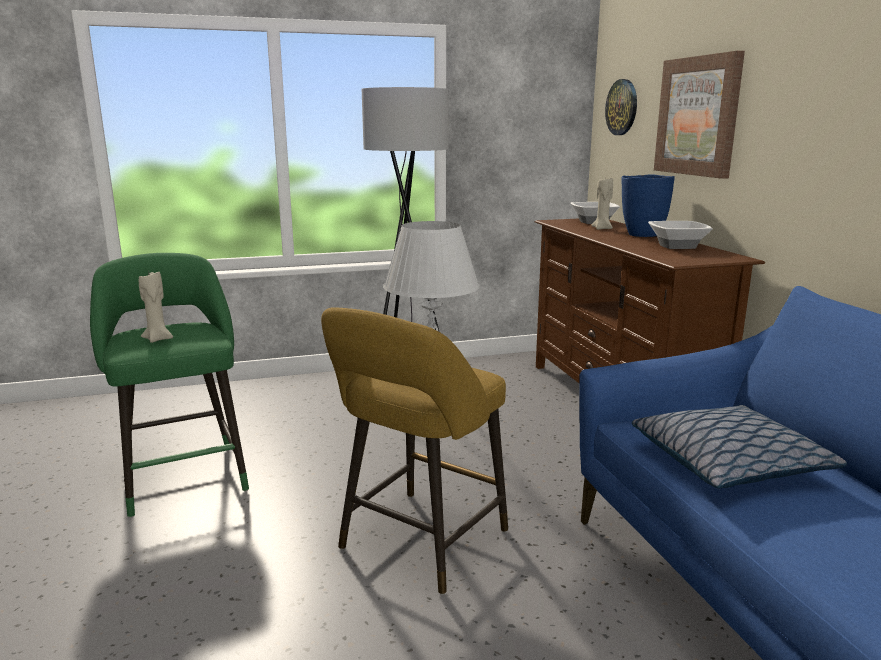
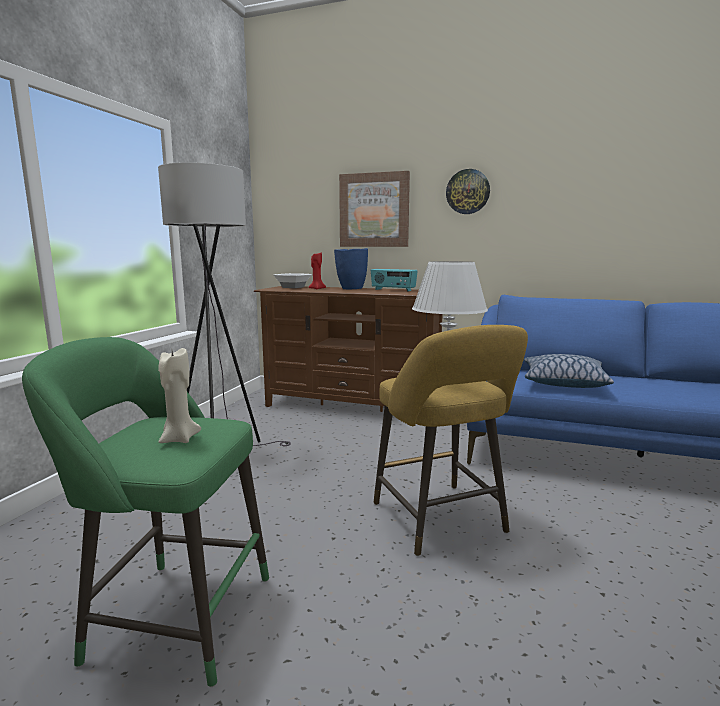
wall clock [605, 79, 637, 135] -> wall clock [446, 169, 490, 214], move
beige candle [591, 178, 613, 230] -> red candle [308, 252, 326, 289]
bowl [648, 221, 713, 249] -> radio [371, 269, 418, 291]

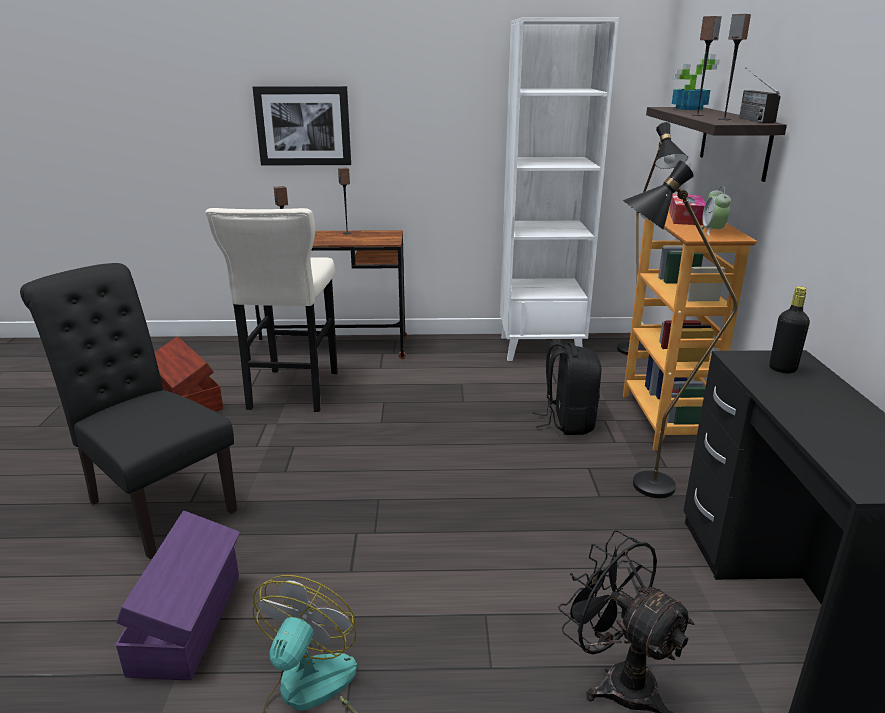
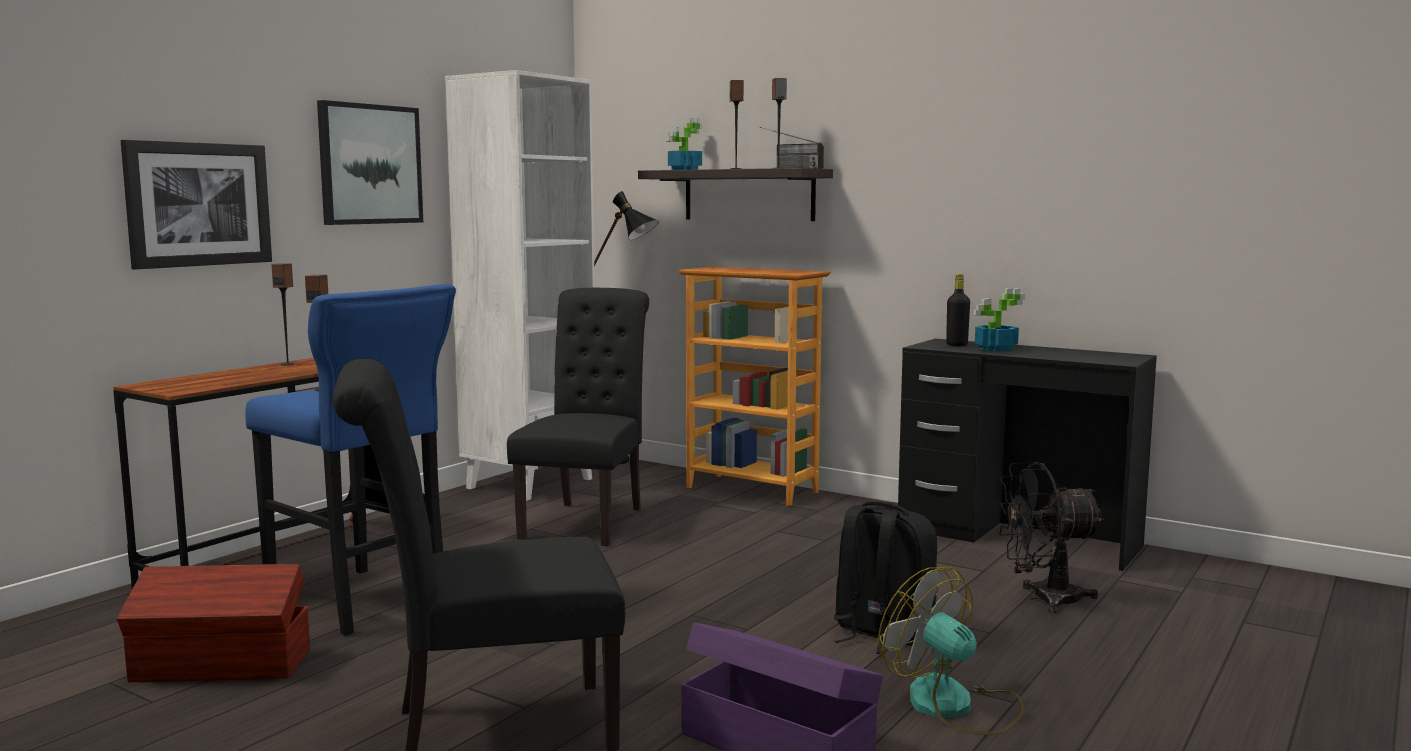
black floor lamp [622, 160, 737, 498] -> none
alarm clock [702, 186, 731, 236] -> none
tissue box [669, 194, 706, 225] -> none
beige stool [205, 208, 338, 412] -> blue stool [245, 284, 456, 636]
black backpack [533, 341, 601, 435] -> black backpack [834, 501, 938, 654], move
none -> picture [317, 100, 423, 225]
none -> black chair [507, 288, 649, 546]
none -> potted plant [973, 288, 1025, 351]

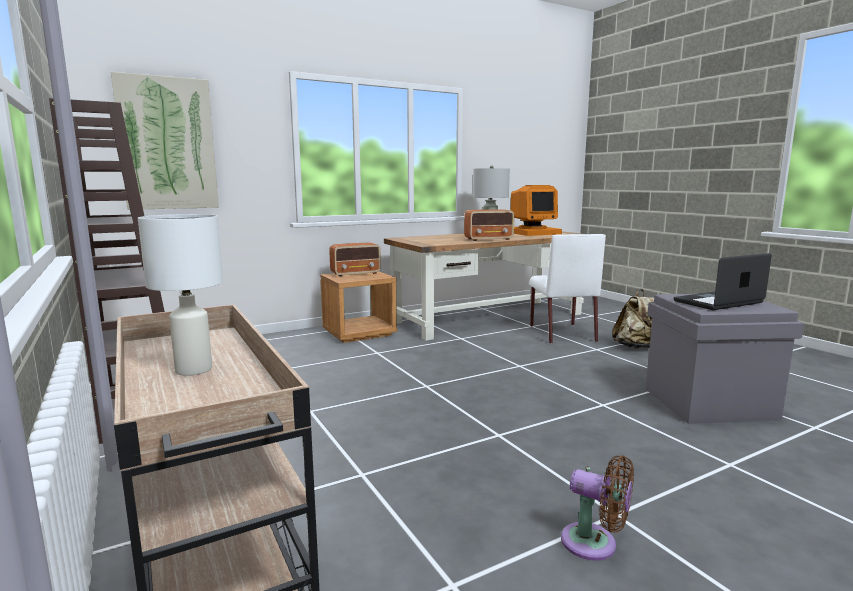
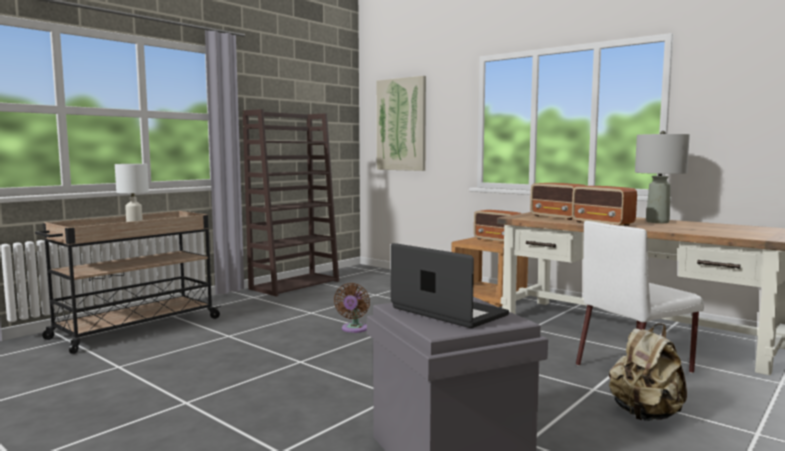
monitor [511, 185, 562, 236] -> none
brown fan [561, 455, 634, 561] -> brown fan [334, 283, 370, 333], move
none -> radio [530, 183, 586, 220]

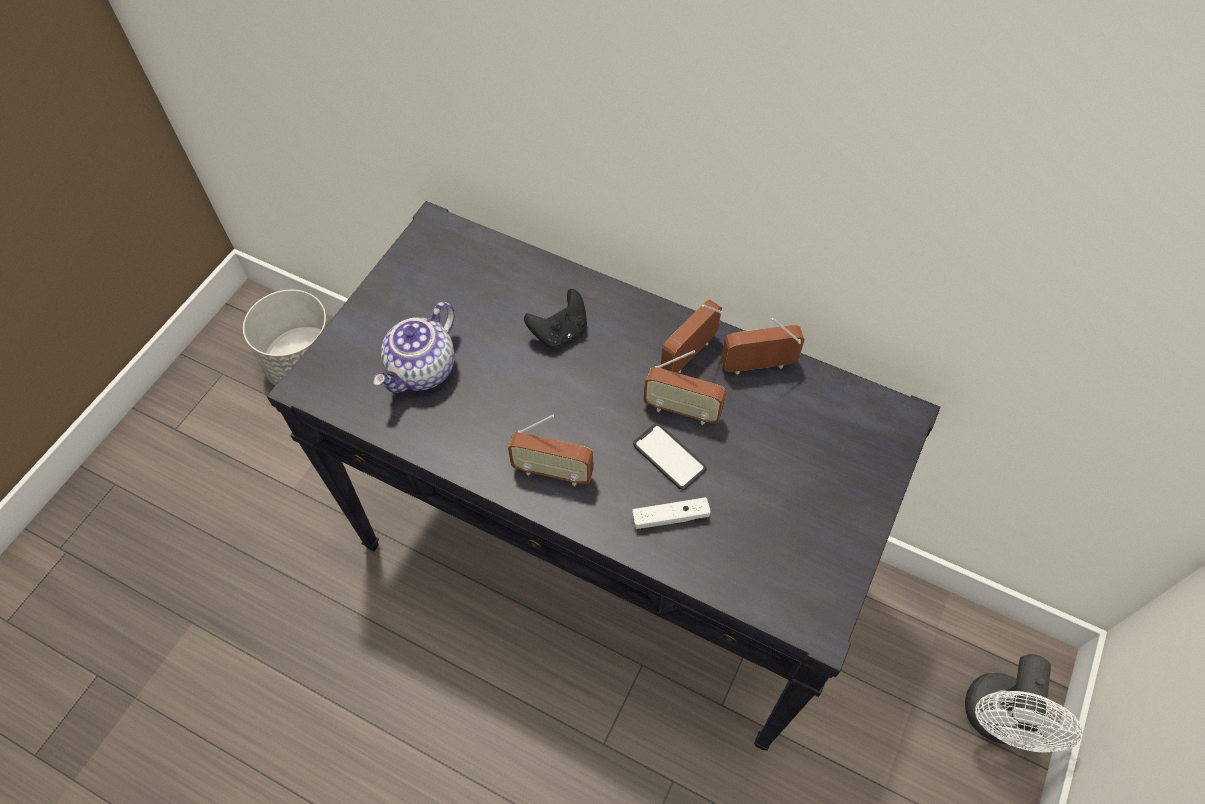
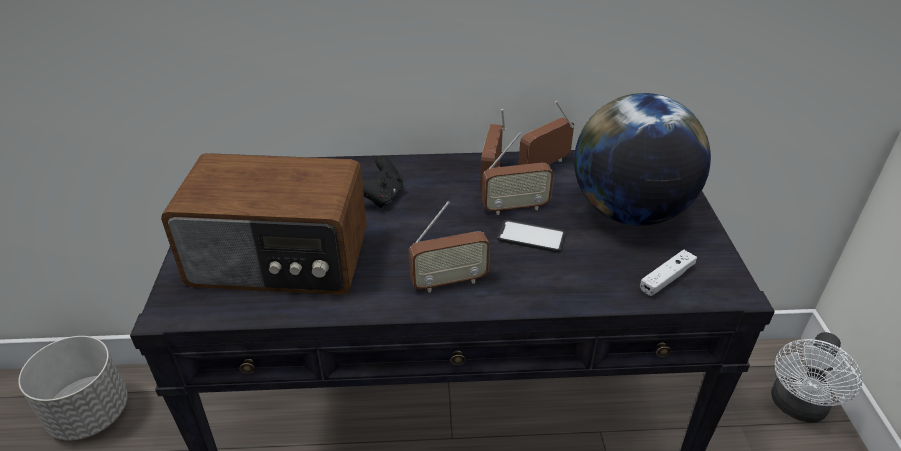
teapot [373, 302, 455, 393] -> radio [161, 153, 367, 295]
white game controller [632, 497, 711, 529] -> white game controller [640, 250, 697, 296], move
white fan [965, 654, 1082, 752] -> white fan [771, 332, 862, 423], 45 degrees clockwise
none -> globe [574, 93, 711, 226]

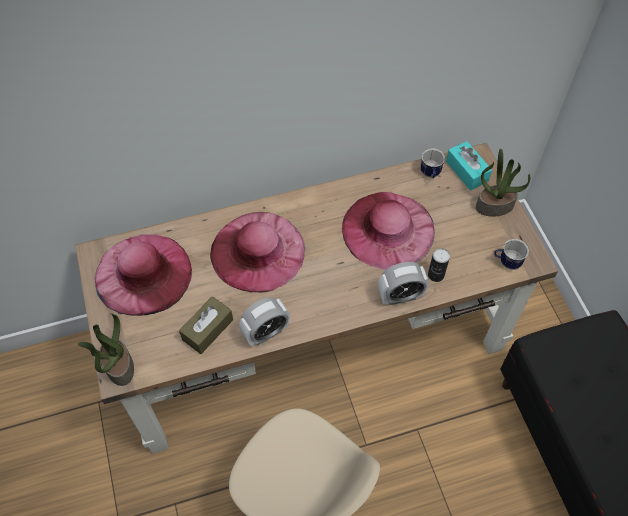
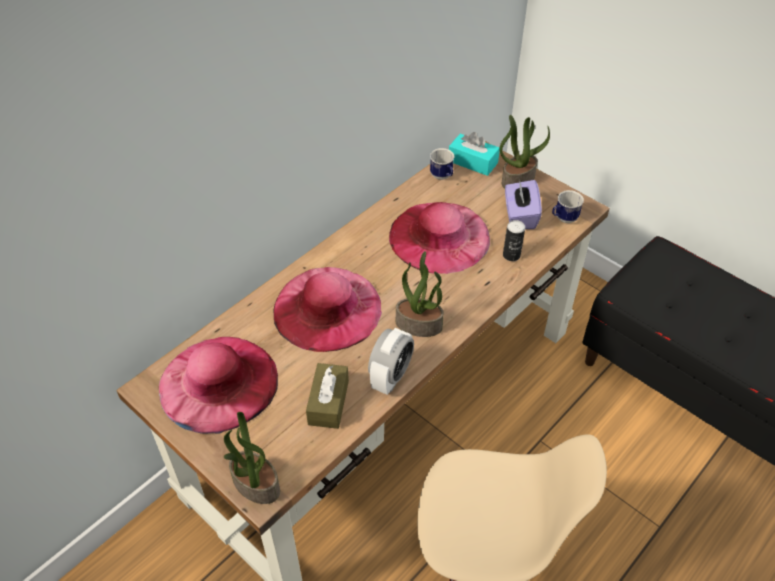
alarm clock [378, 262, 429, 305] -> none
none -> purple tissue box [505, 179, 542, 229]
none -> potted plant [396, 251, 444, 337]

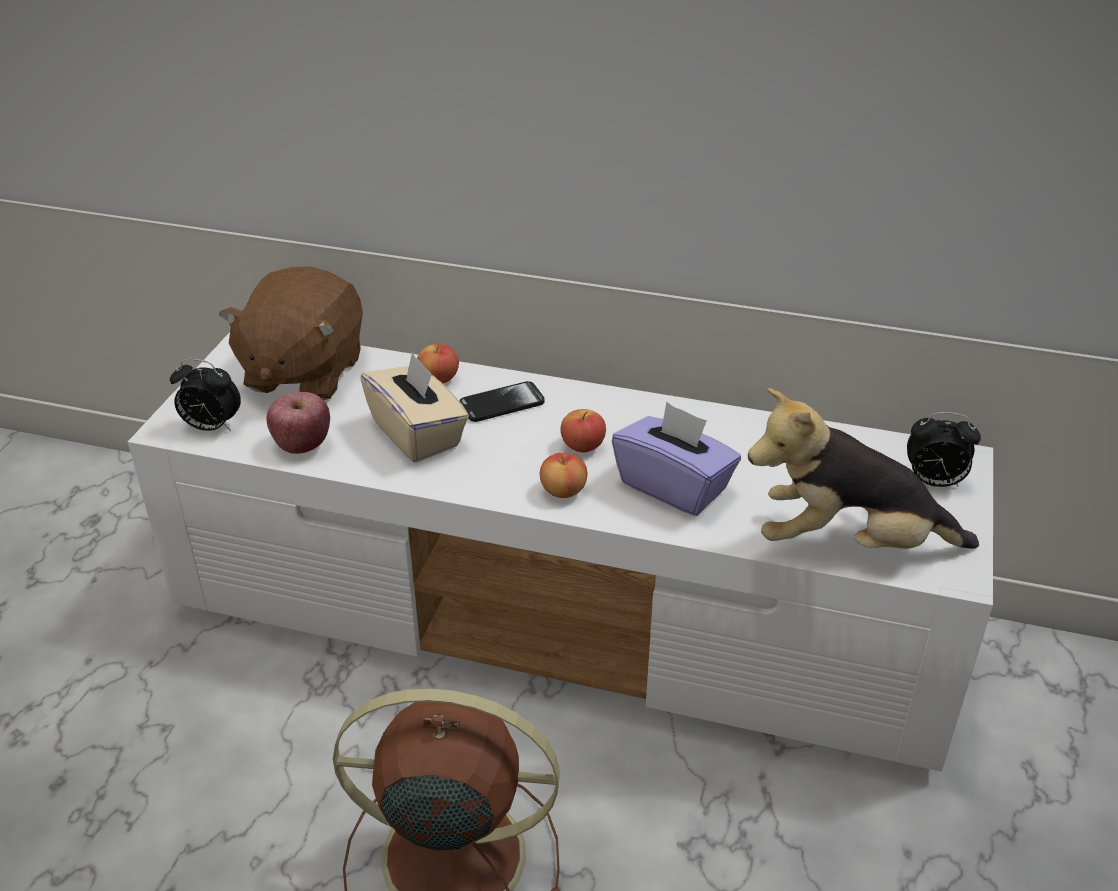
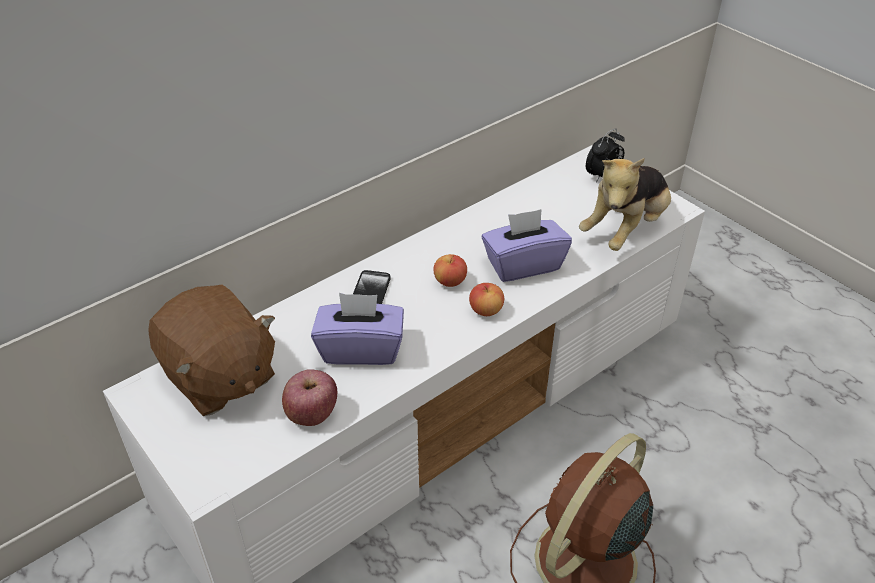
apple [417, 343, 459, 383] -> none
beige tissue box [360, 351, 469, 462] -> purple tissue box [311, 293, 404, 365]
alarm clock [170, 359, 241, 431] -> none

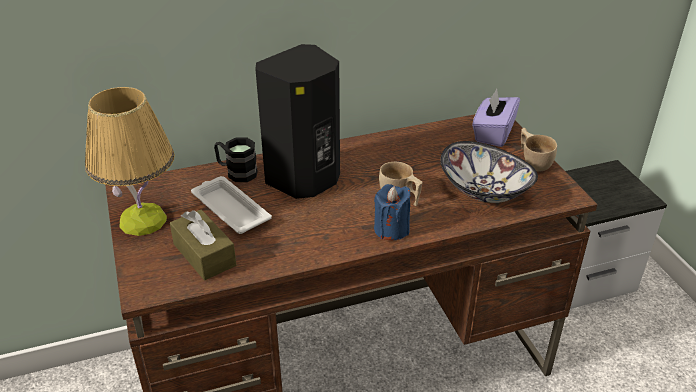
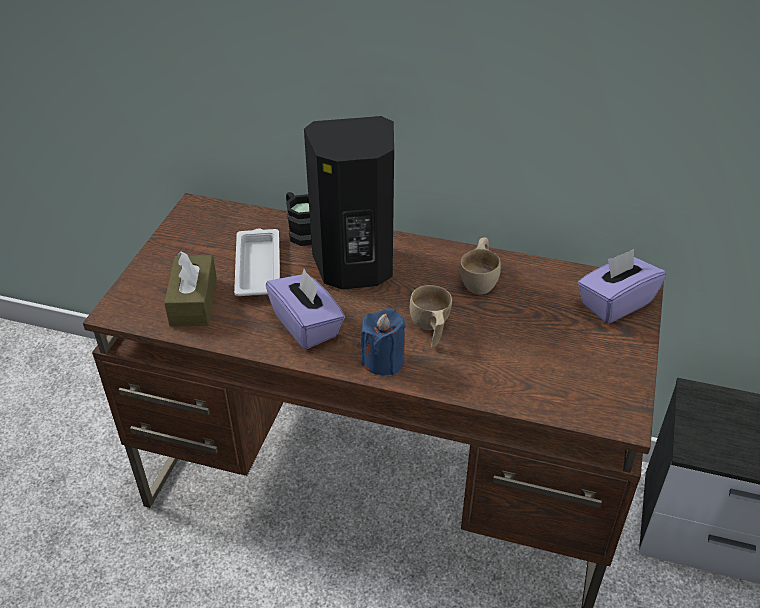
table lamp [85, 87, 174, 236] -> none
beige cup [521, 128, 557, 171] -> beige cup [460, 237, 501, 294], move
bowl [441, 141, 538, 203] -> none
none -> purple tissue box [266, 269, 345, 349]

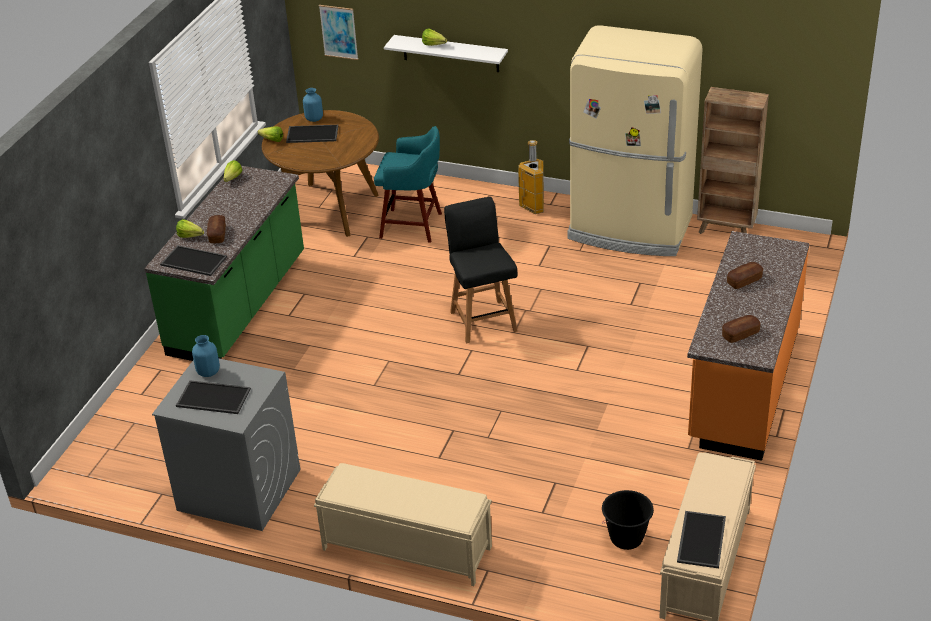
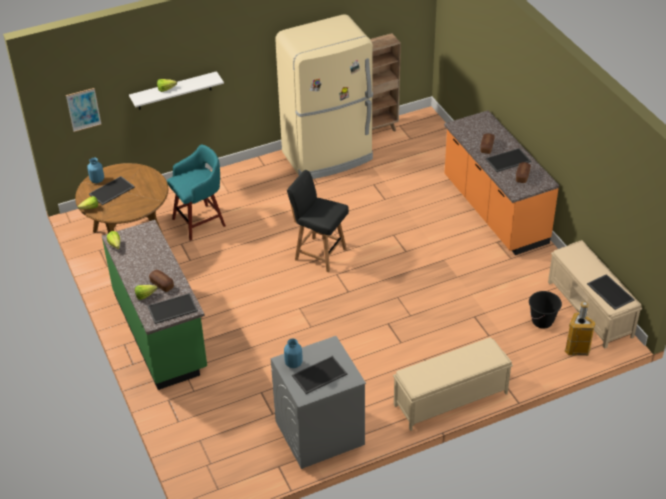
trash can [518, 140, 544, 214] -> trash can [565, 301, 596, 356], move
none -> tray [485, 148, 531, 172]

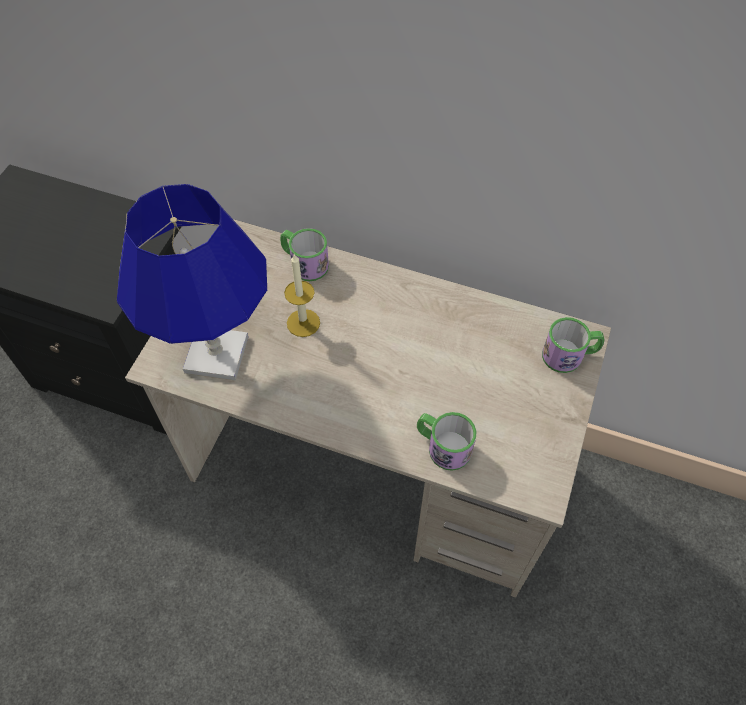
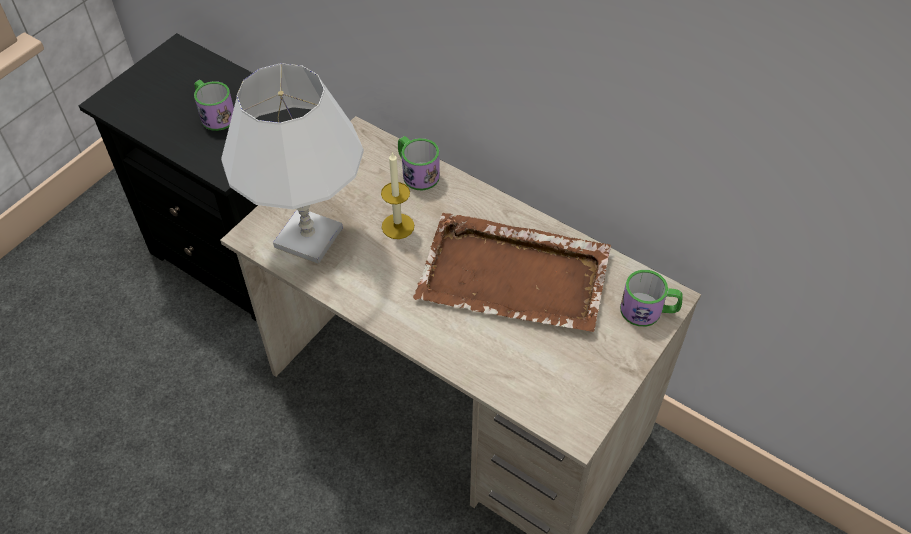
blue table lamp [117, 184, 267, 381] -> white table lamp [221, 63, 364, 264]
mug [417, 412, 476, 471] -> mug [194, 80, 234, 131], move
none -> brown tray [413, 213, 611, 332]

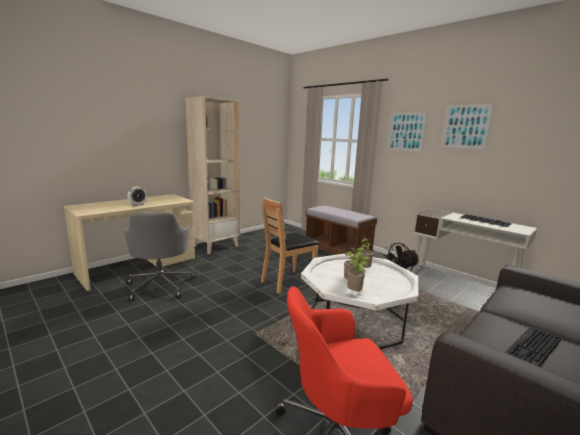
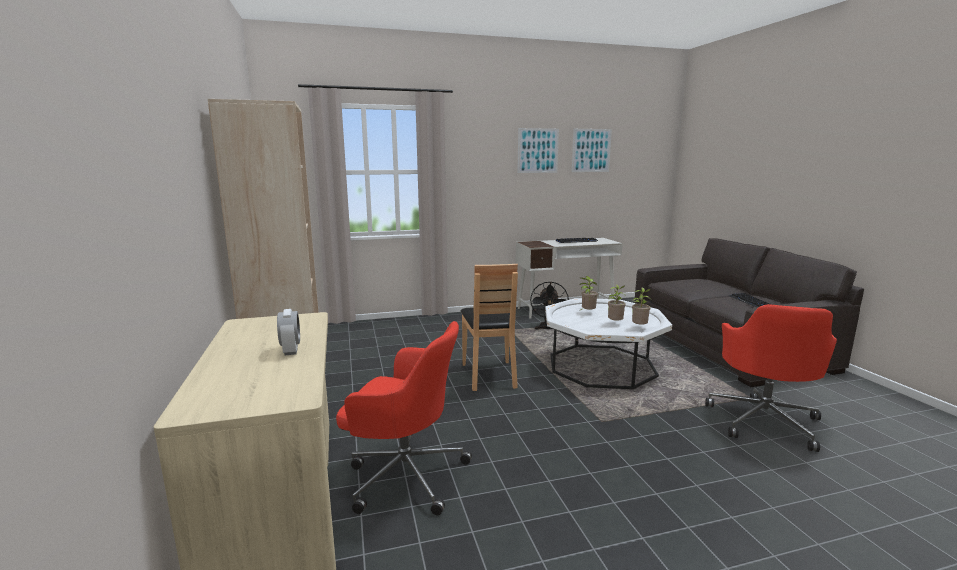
picture [387, 112, 427, 152] -> picture [572, 129, 612, 172], move
brown bench [306, 206, 377, 255] -> none
grey office chair [124, 212, 196, 301] -> red office chair [336, 321, 472, 515]

